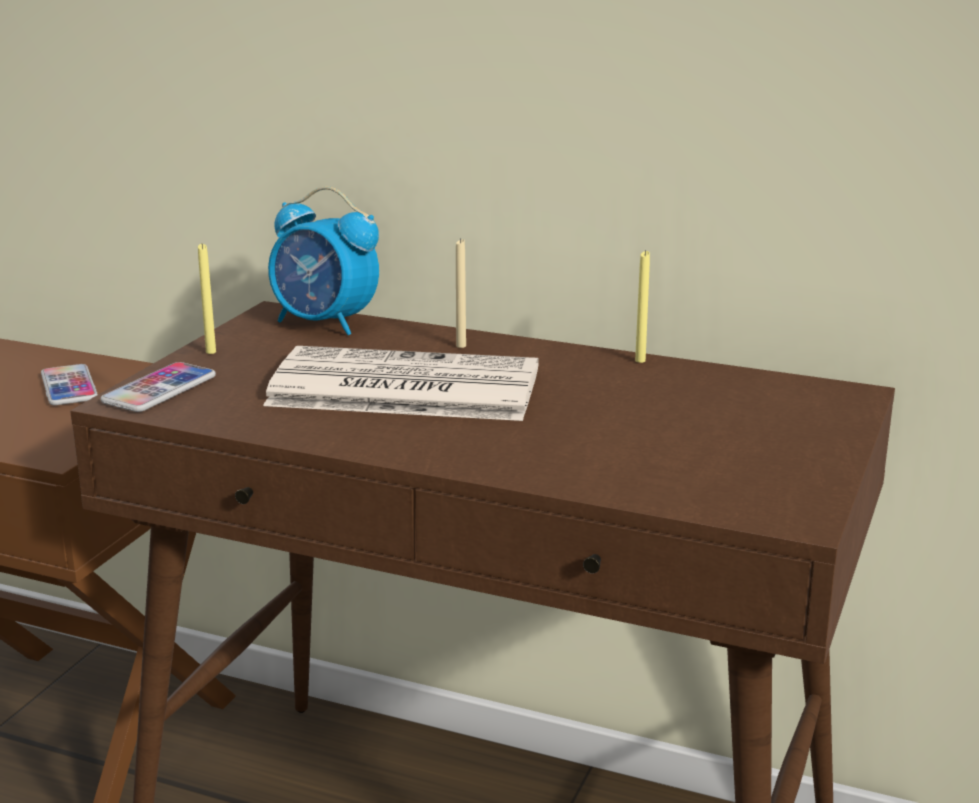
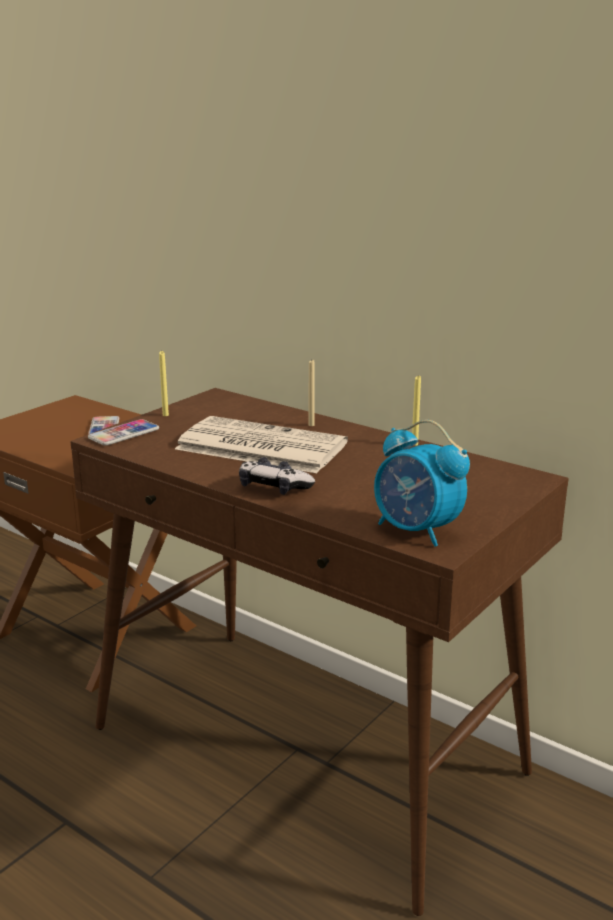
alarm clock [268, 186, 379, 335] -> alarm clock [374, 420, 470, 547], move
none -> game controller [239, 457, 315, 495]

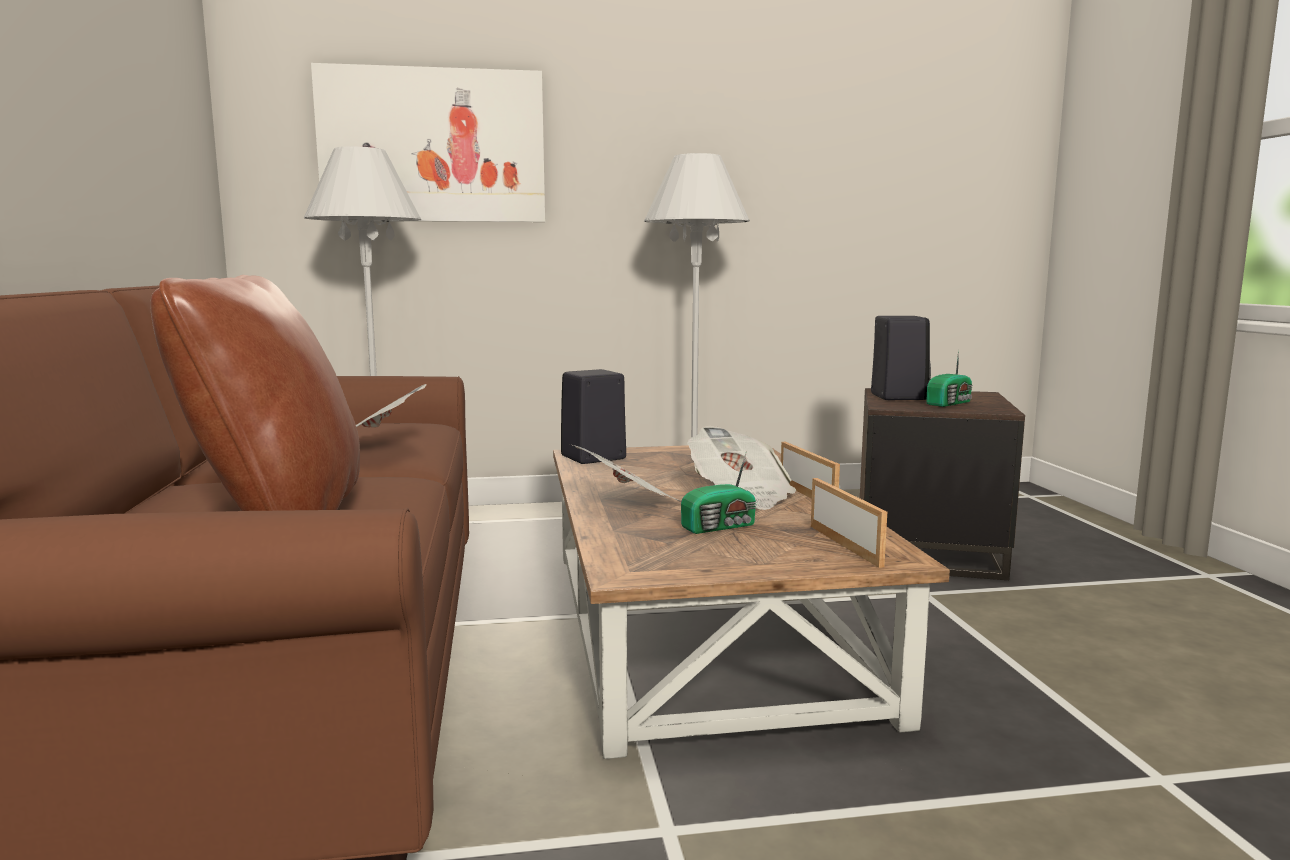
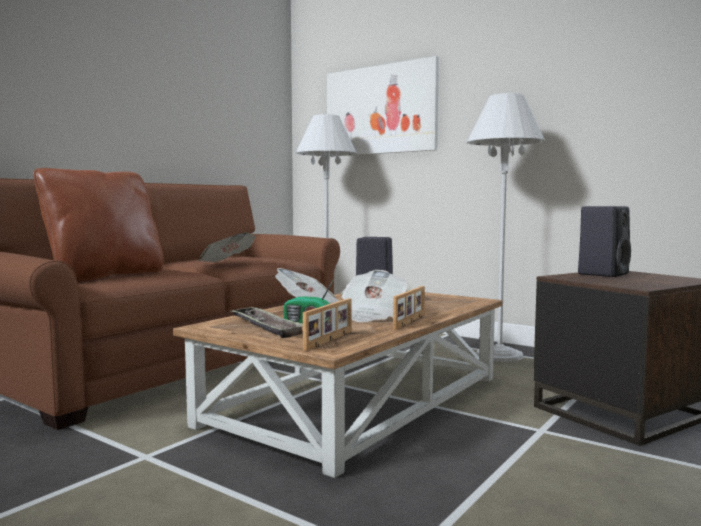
radio [926, 350, 973, 407] -> none
none -> tray [231, 307, 303, 338]

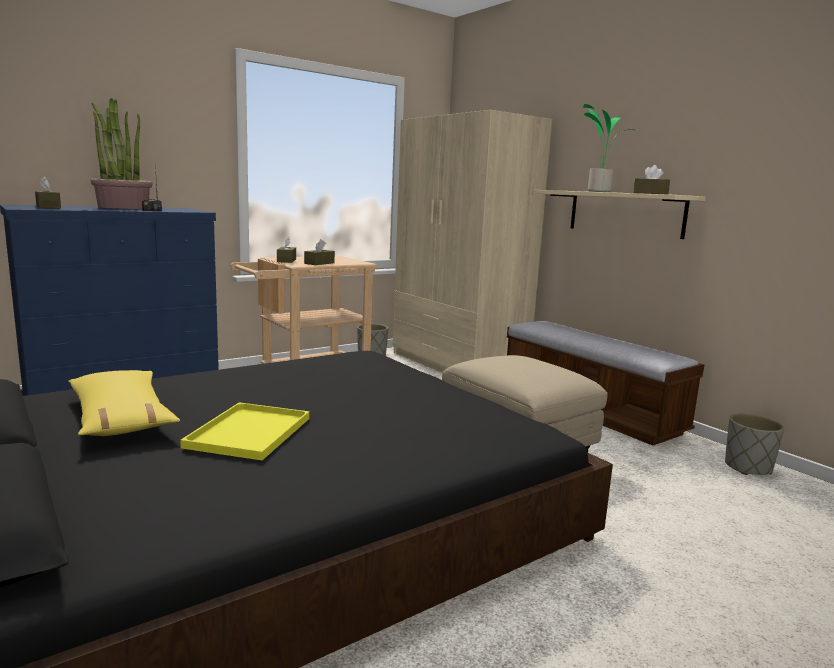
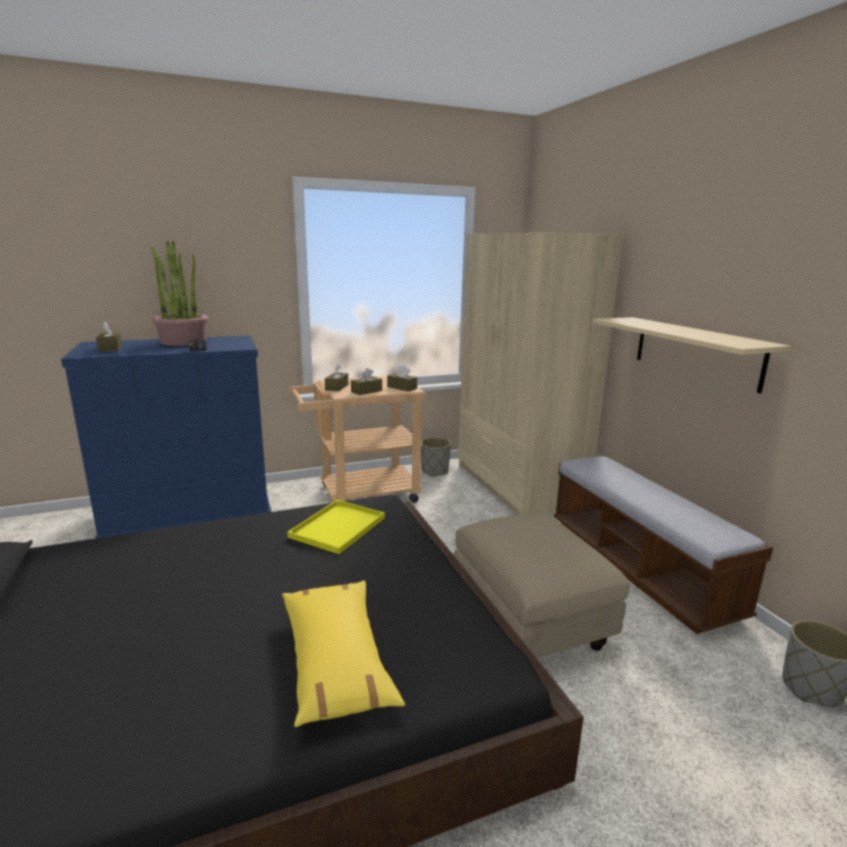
potted plant [583, 104, 634, 192] -> none
brown tissue box [634, 165, 670, 194] -> brown tissue box [387, 365, 417, 392], move
yellow pillow [69, 370, 180, 436] -> yellow pillow [282, 580, 405, 727], move
yellow tray [180, 402, 309, 460] -> yellow tray [287, 500, 385, 554], move

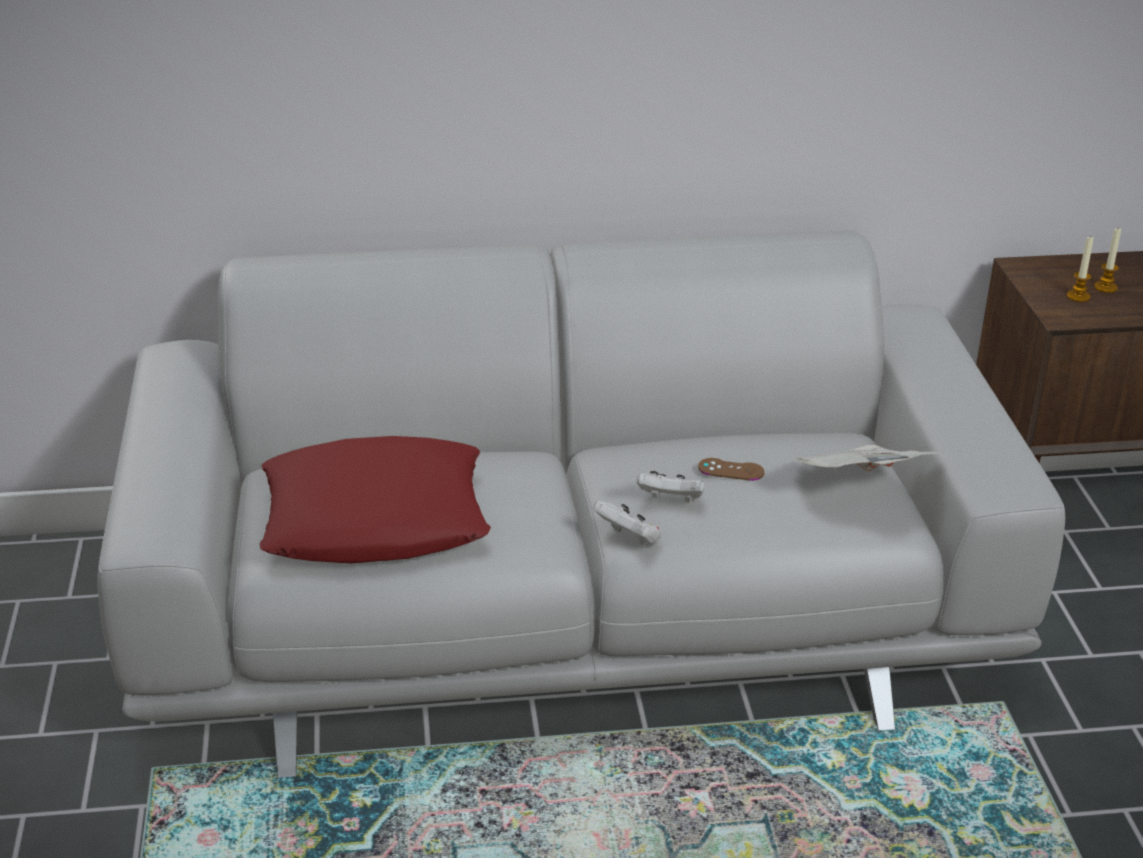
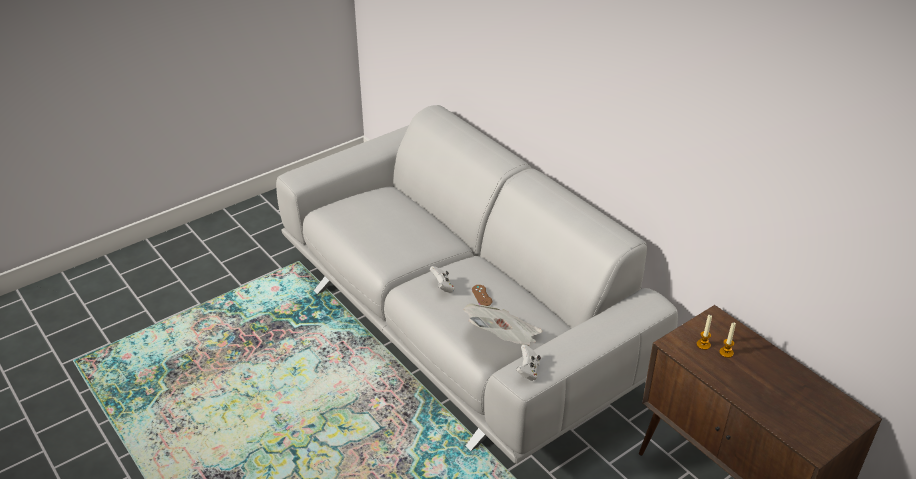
red pillow [260, 436, 491, 563] -> none
white game controller [593, 501, 661, 546] -> white game controller [516, 344, 541, 381], move

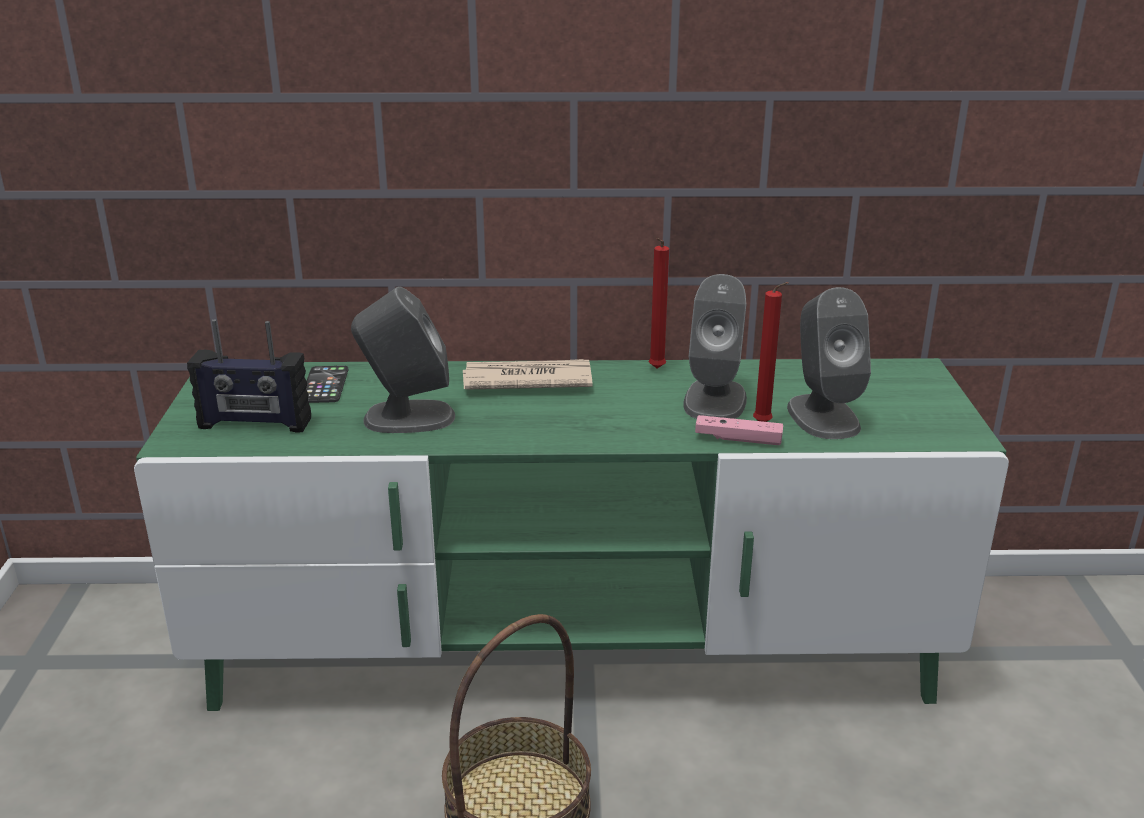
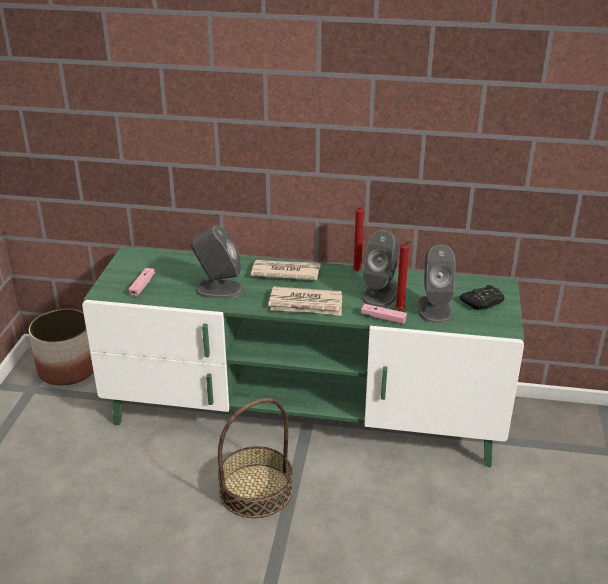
radio [187, 320, 311, 433] -> pink game controller [129, 268, 155, 297]
phone [306, 366, 348, 403] -> none
none -> black game controller [459, 285, 504, 310]
none -> newspaper [268, 286, 342, 316]
none -> planter [29, 309, 94, 385]

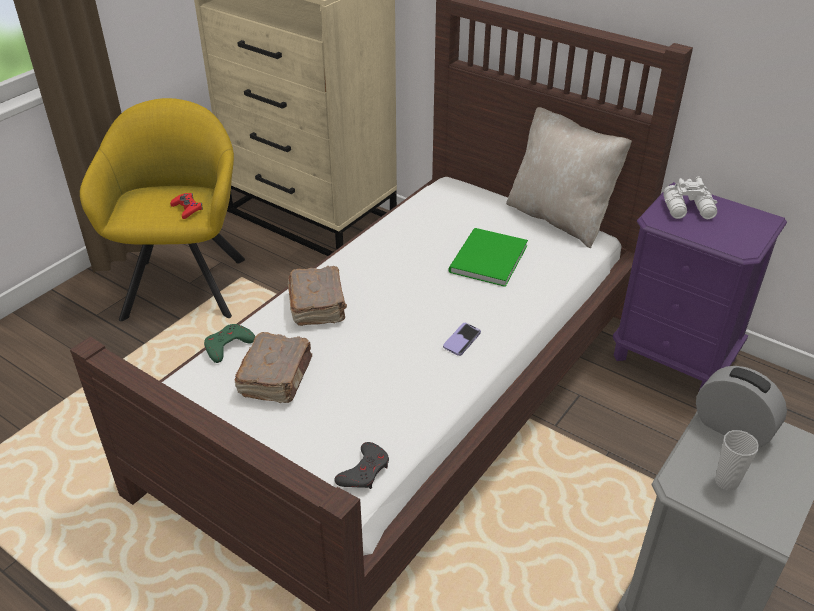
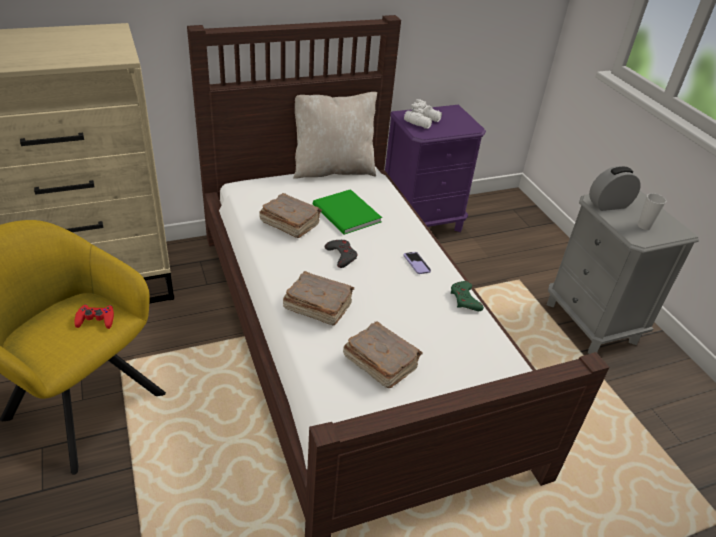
green game controller [204, 324, 255, 363] -> green game controller [451, 281, 484, 311], move
grey game controller [334, 442, 389, 489] -> grey game controller [325, 240, 357, 268], move
none -> brown book [259, 193, 322, 238]

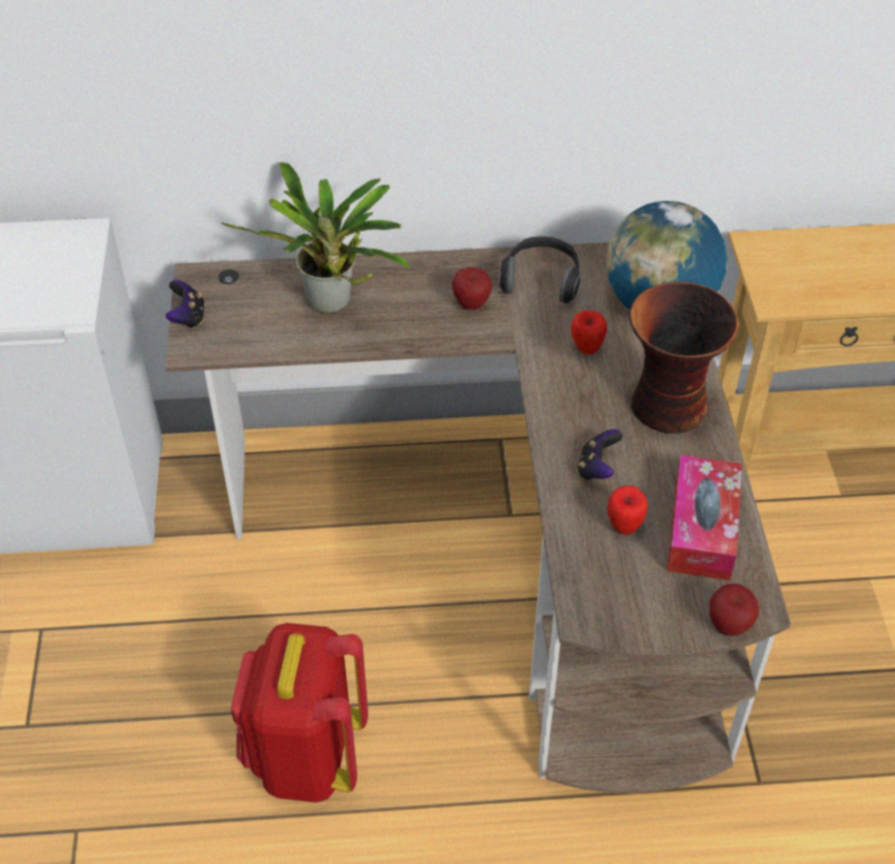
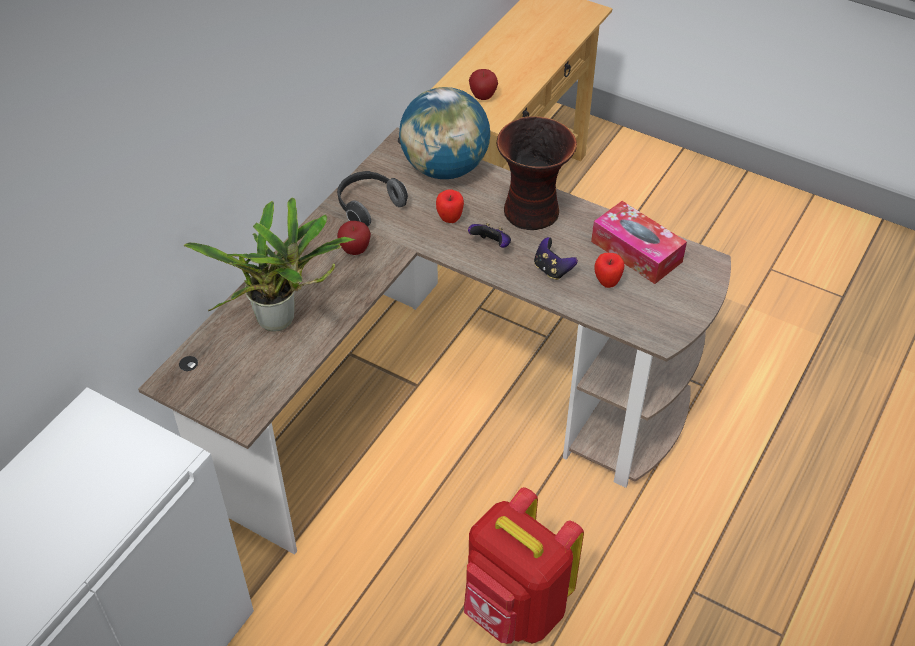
game controller [166, 280, 205, 329] -> game controller [468, 223, 511, 248], move
apple [710, 584, 759, 636] -> apple [469, 69, 498, 100], move

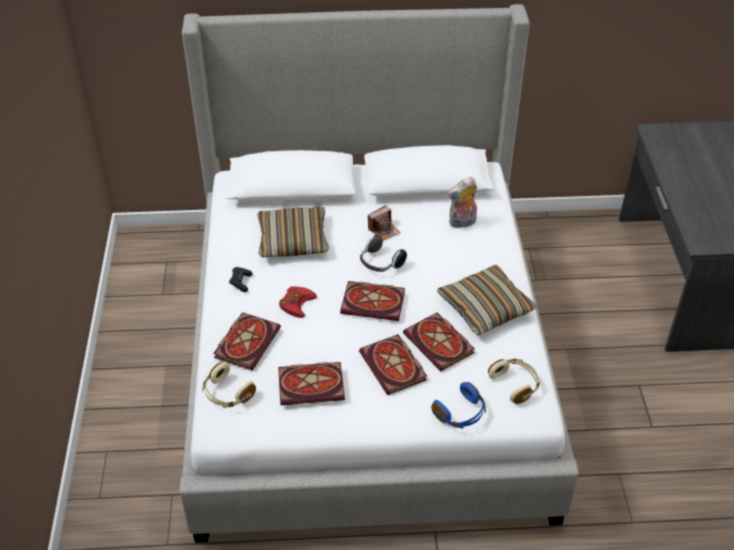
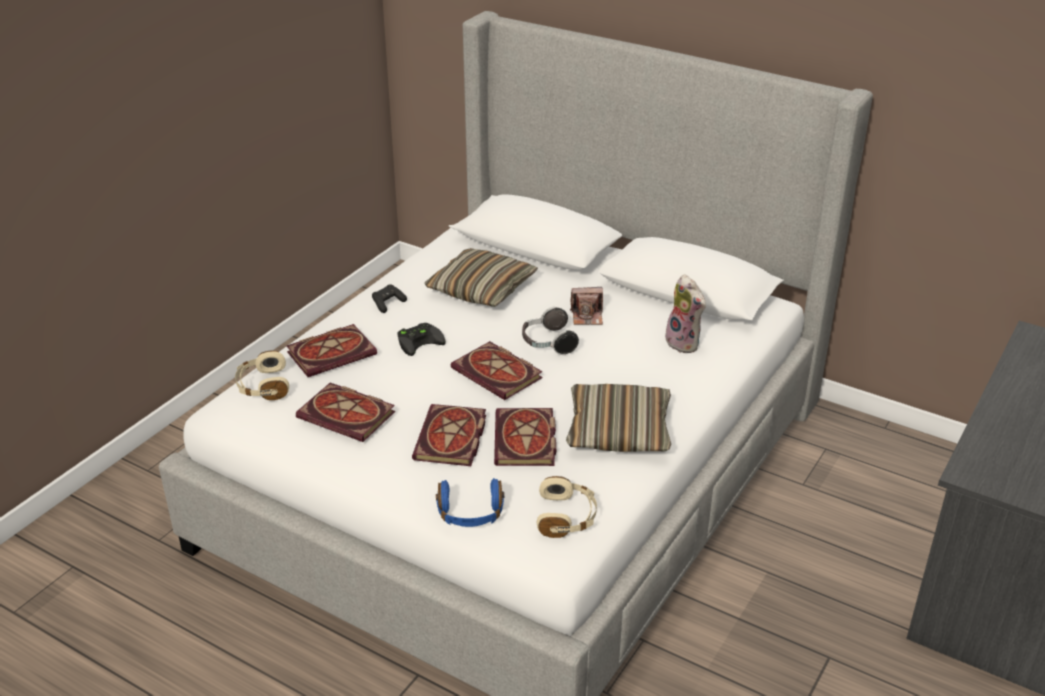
plush toy [448, 177, 477, 229] -> plush toy [665, 274, 706, 353], 135 degrees counterclockwise
red game controller [279, 286, 317, 318] -> black game controller [397, 323, 446, 356]

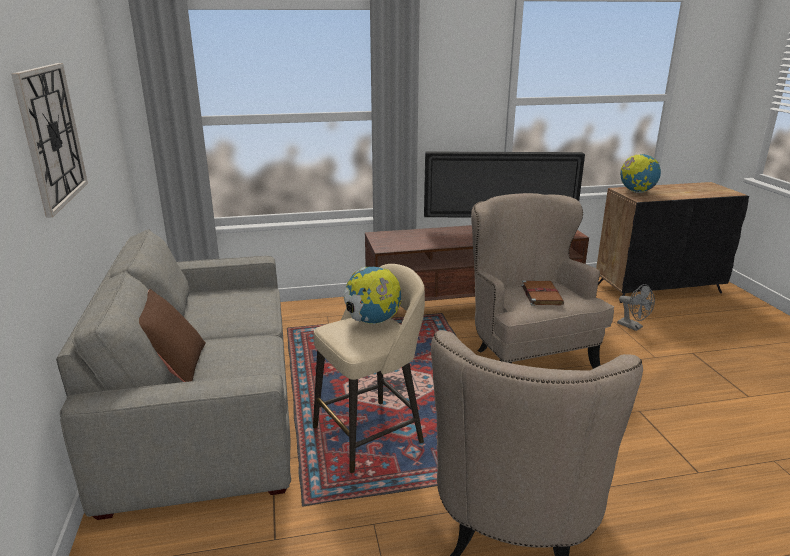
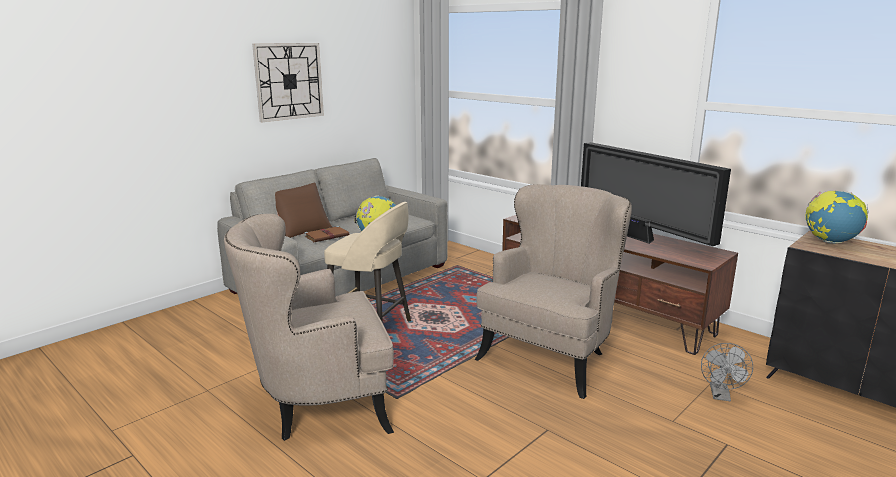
brown book [521, 280, 564, 306] -> brown book [304, 226, 349, 242], move

